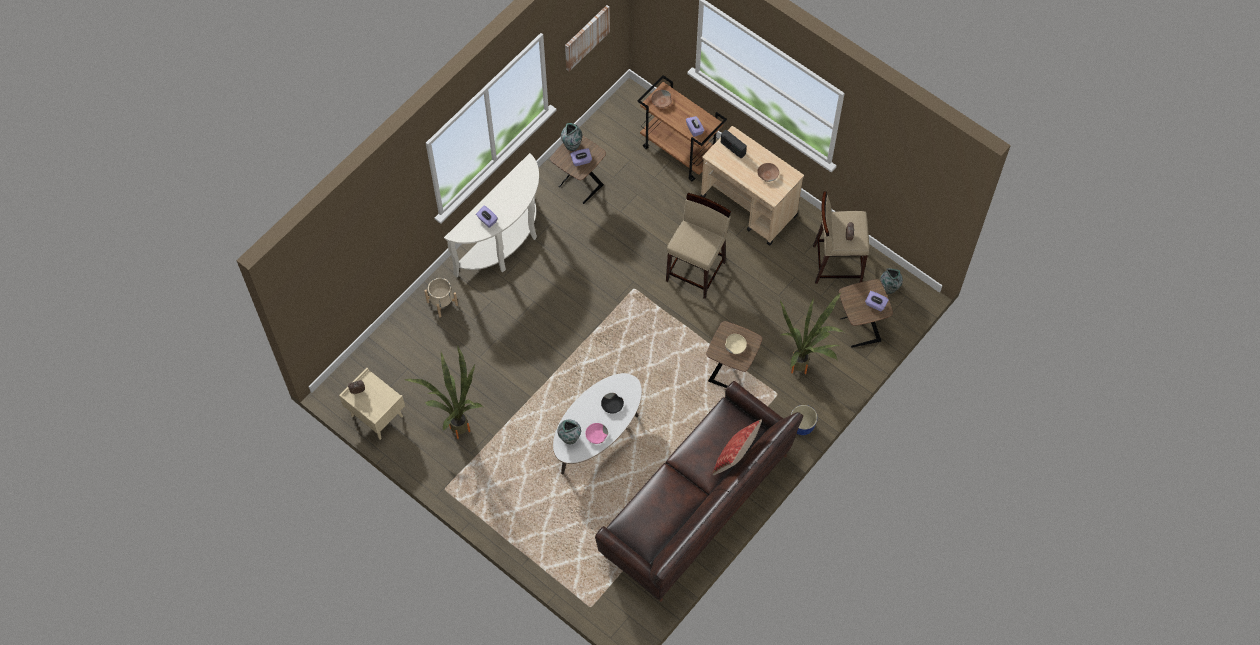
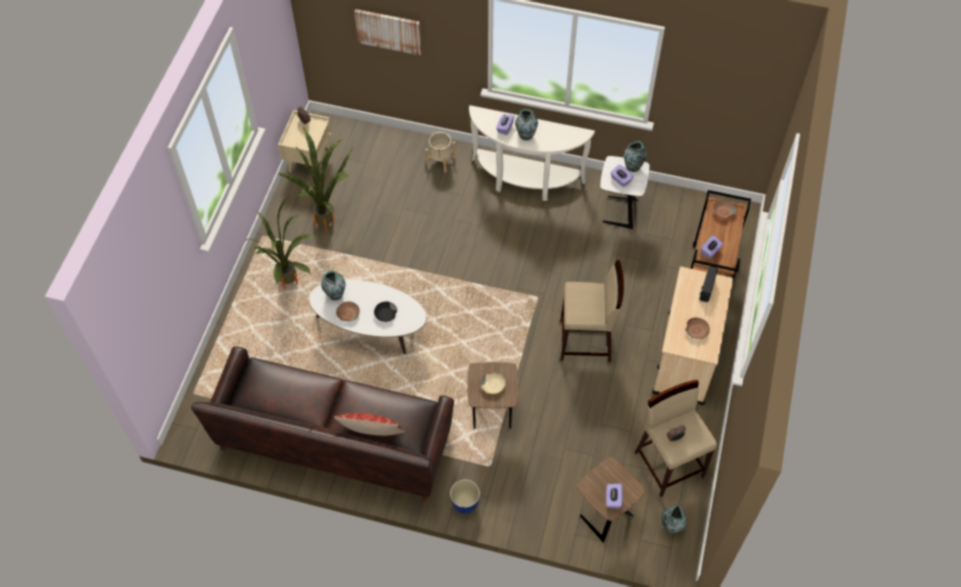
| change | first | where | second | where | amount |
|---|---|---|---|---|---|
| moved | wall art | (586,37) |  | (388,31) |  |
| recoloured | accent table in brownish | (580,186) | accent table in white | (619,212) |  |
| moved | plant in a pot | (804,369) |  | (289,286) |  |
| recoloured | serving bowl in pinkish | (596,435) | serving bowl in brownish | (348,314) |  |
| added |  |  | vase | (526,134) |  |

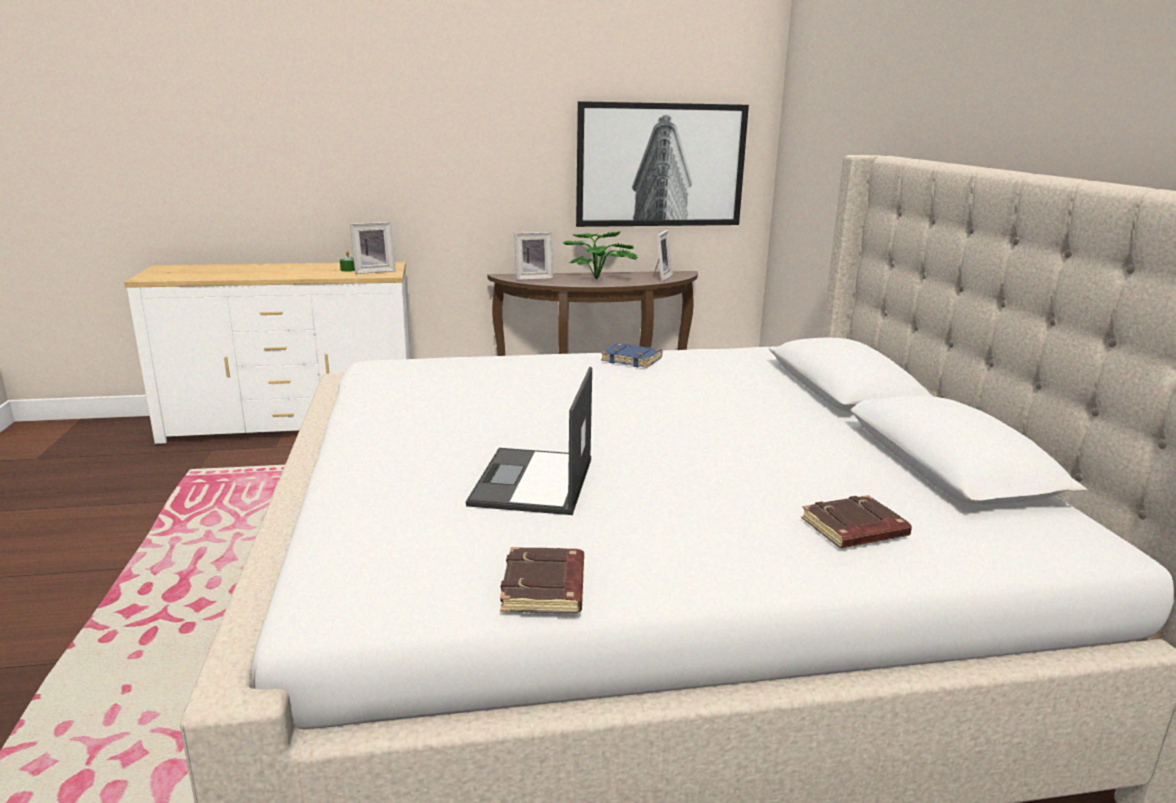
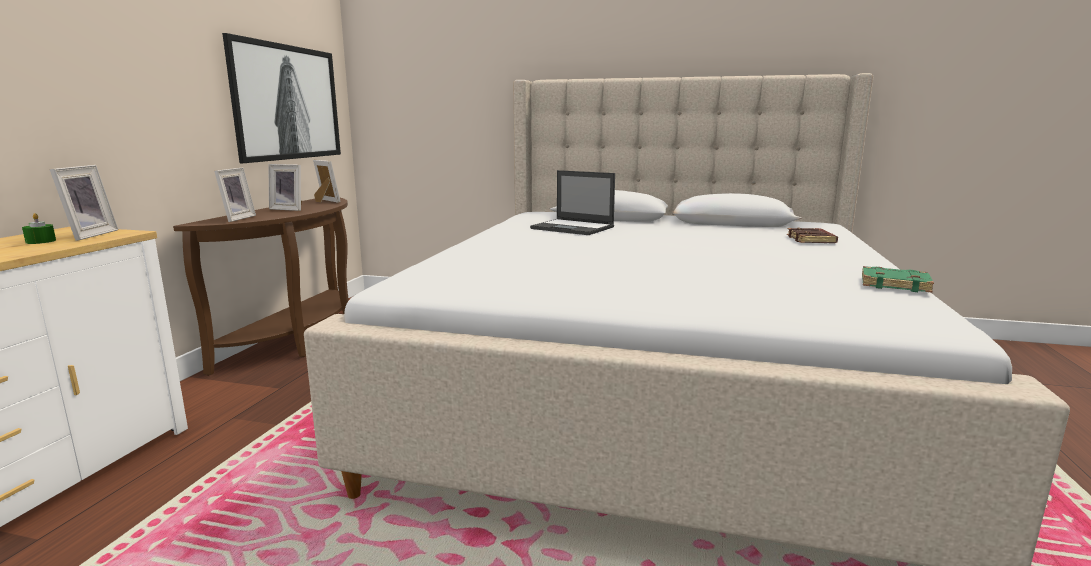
| change | first | where | second | where | amount |
|---|---|---|---|---|---|
| replaced | plant in a pot | (599,278) | standing frame | (289,209) |  |
| removed | book in blue | (632,360) |  |  |  |
| moved | notebook computer | (533,482) |  | (573,228) |  |
| recoloured | book in brownish | (545,588) | book in green | (895,284) |  |

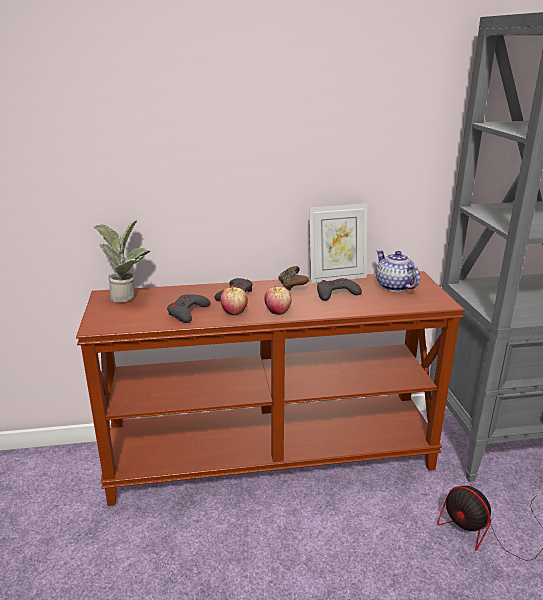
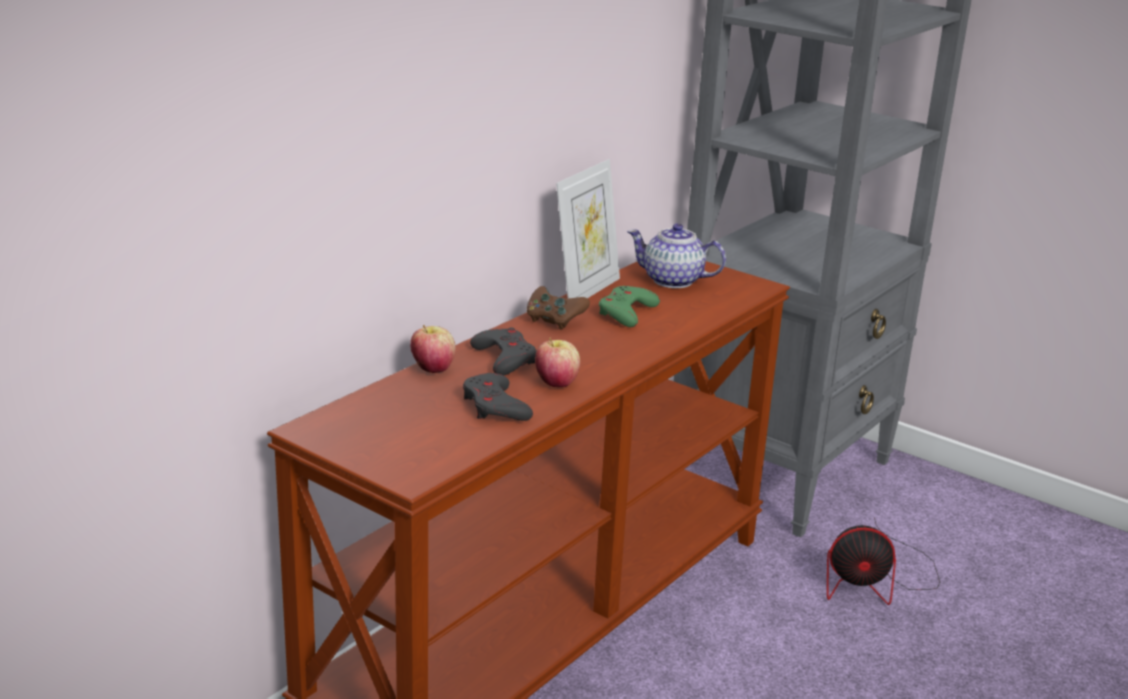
| change | first | where | second | where | amount |
|---|---|---|---|---|---|
| removed | plant in a pot | (128,296) |  |  |  |
| recoloured | gamepad in greyish | (336,293) | gamepad in green | (626,312) |  |
| moved | whole apple | (277,312) |  | (432,369) |  |

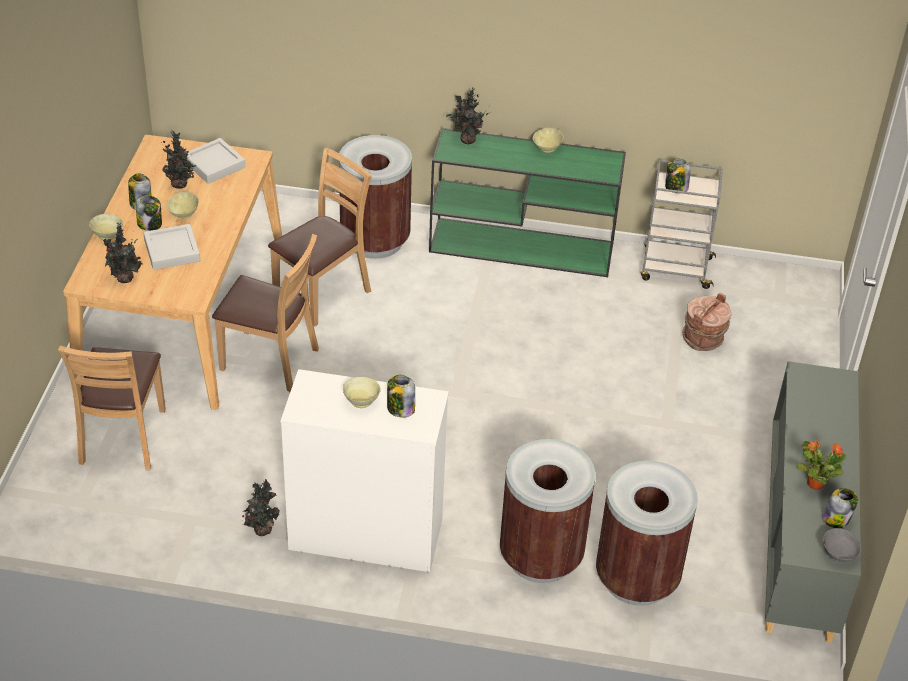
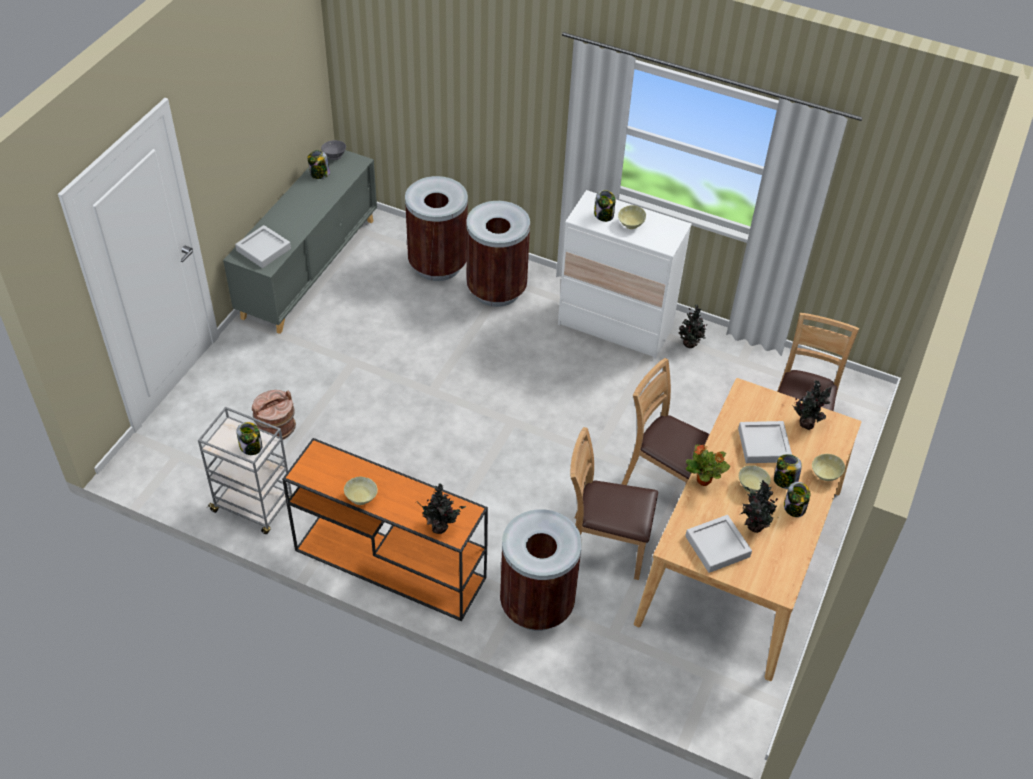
| change | first | where | second | where | amount |
|---|---|---|---|---|---|
| recoloured | console table in green | (523,247) | console table in orangey | (388,563) |  |
| turned | chair in brownish | (322,293) |  | (604,547) | 45 degrees clockwise |
| moved | plant in a pot | (814,483) |  | (704,480) |  |
| added |  |  | serving tray in greyish | (263,250) |  |

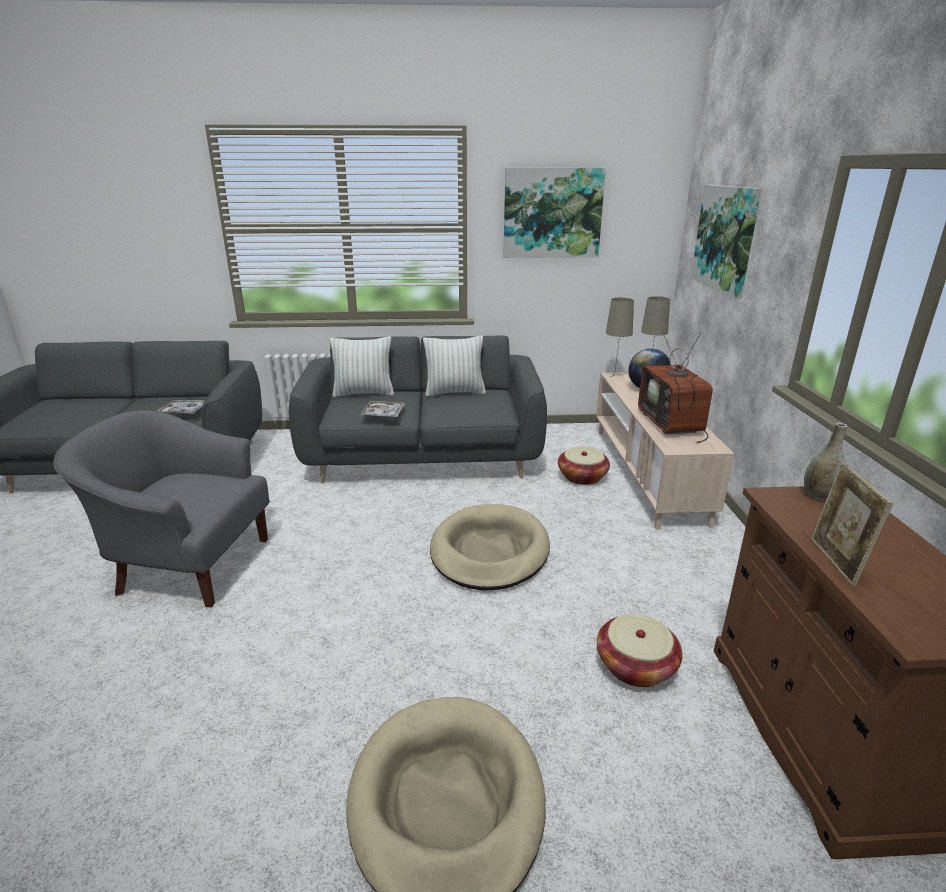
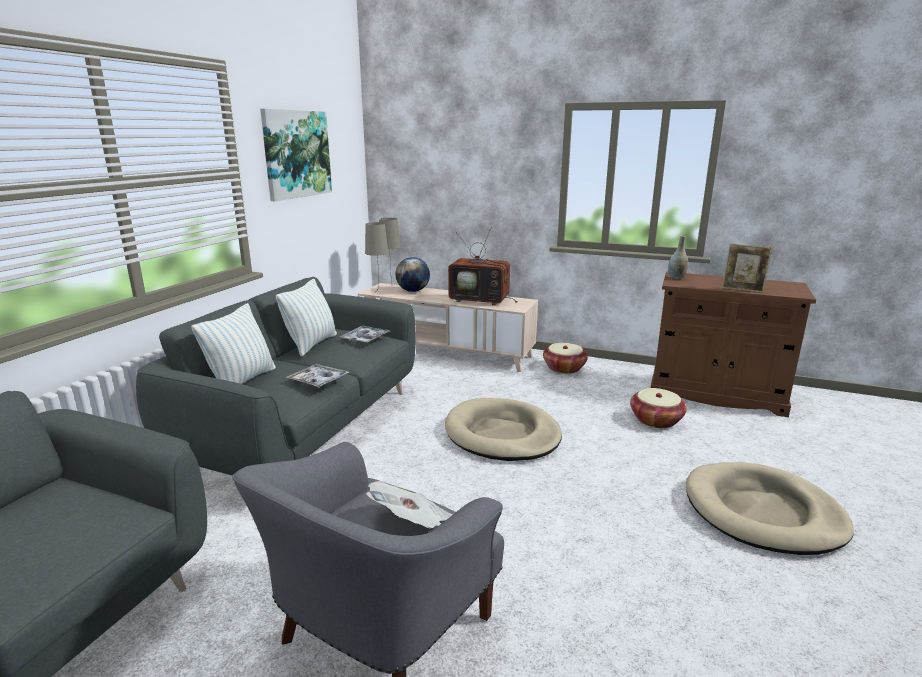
| change | first | where | second | where | amount |
|---|---|---|---|---|---|
| removed | wall art | (725,238) |  |  |  |
| moved | serving tray | (184,411) |  | (365,339) |  |
| moved | storage basket | (582,477) |  | (564,368) |  |
| added |  |  | printed paper | (412,524) |  |

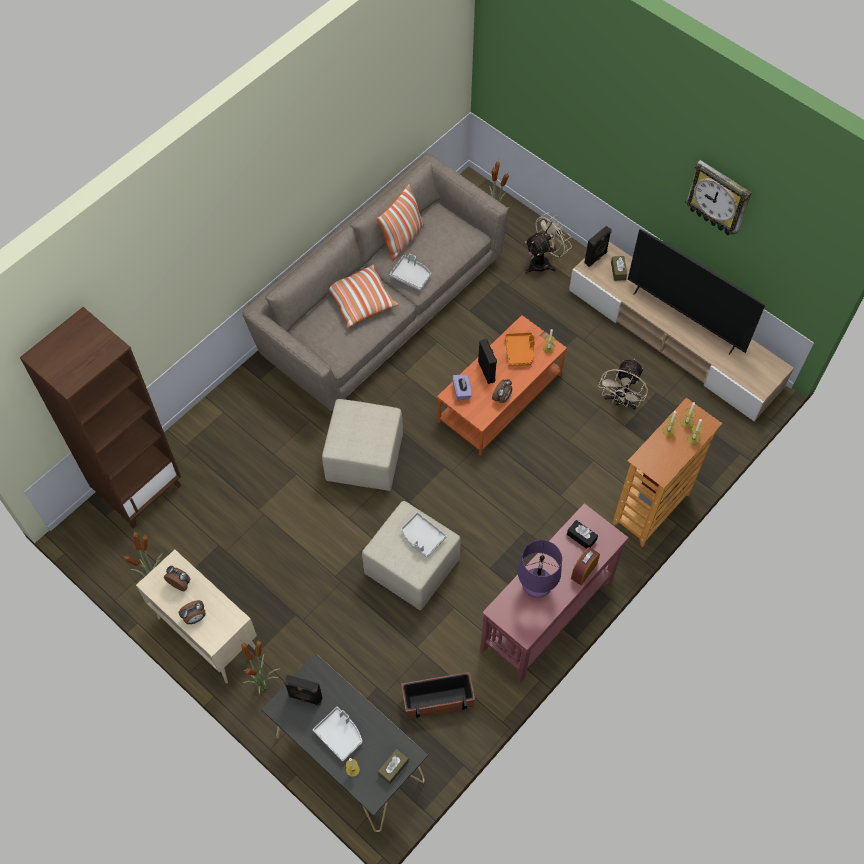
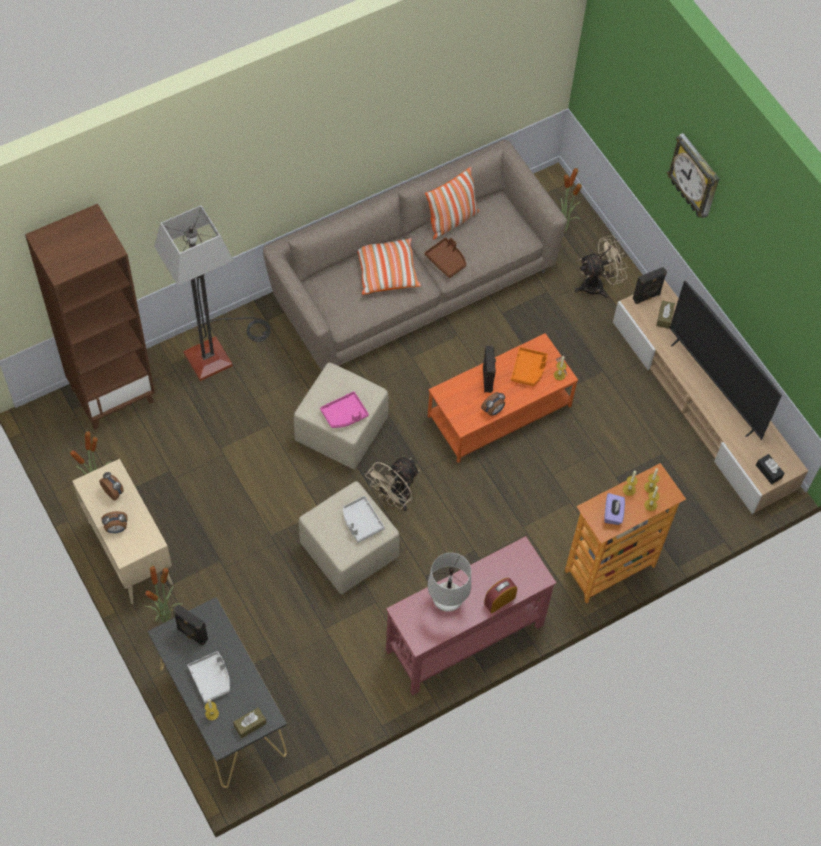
| change | first | where | second | where | amount |
|---|---|---|---|---|---|
| moved | wall clock | (718,198) |  | (695,177) |  |
| recoloured | serving tray in greyish | (411,276) | serving tray in brownish | (446,260) |  |
| moved | cooling fan in beige | (620,401) |  | (394,498) |  |
| moved | tissue holder in purple-coloured | (462,391) |  | (613,514) |  |
| moved | tissue holder in black-coloured | (581,537) |  | (768,471) |  |
| recoloured | tabletop lamp in purple-coloured | (536,587) | tabletop lamp in white | (447,601) |  |
| removed | plant pot | (438,700) |  |  |  |
| added |  |  | standing lamp | (218,351) |  |
| added |  |  | serving tray in pinkish | (344,414) |  |

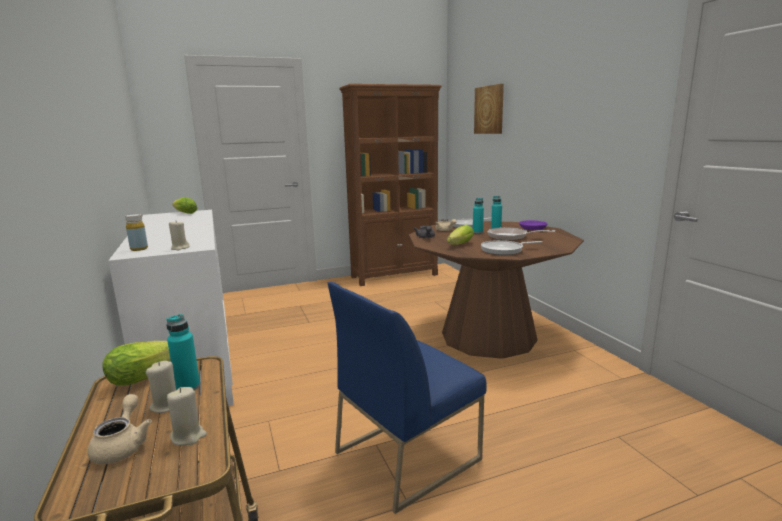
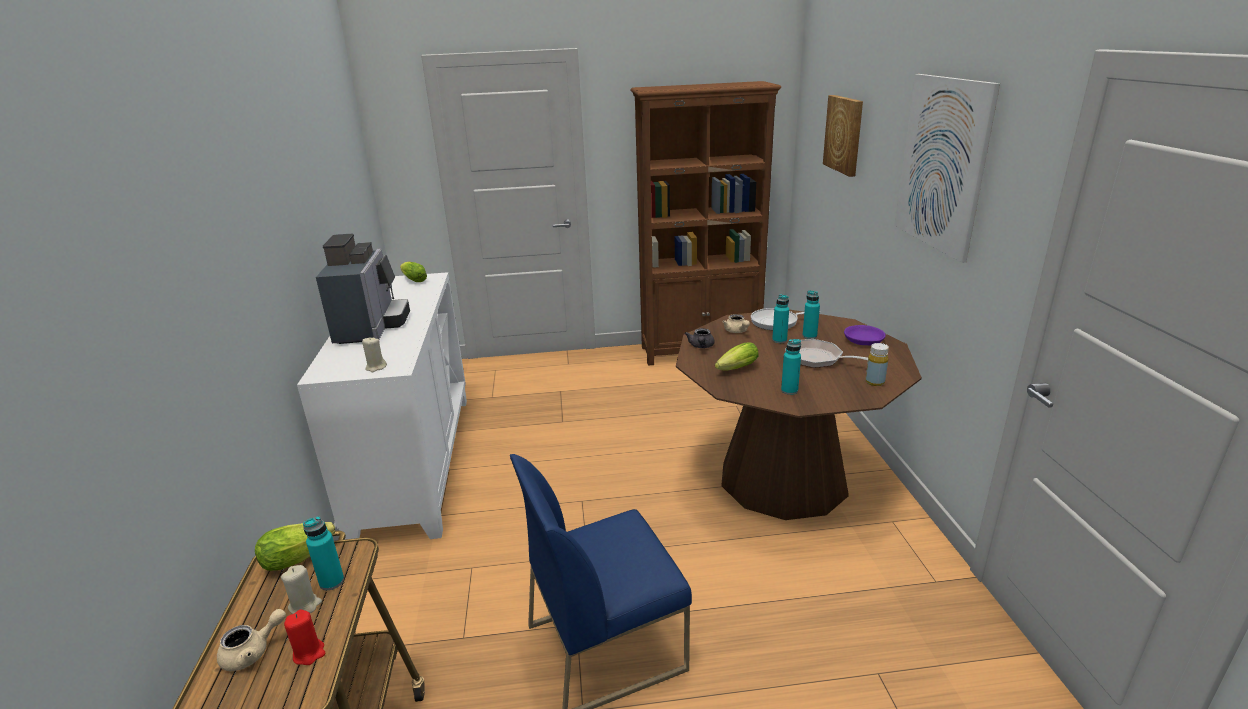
| change | first | where | second | where | amount |
|---|---|---|---|---|---|
| moved | beverage bottle in yellow-coloured | (139,249) |  | (874,382) |  |
| replaced | frying pan | (504,250) | beverage bottle in turquoise | (789,390) |  |
| recoloured | wax light in beige | (188,436) | wax light in red-coloured | (309,653) |  |
| turned | pot for tea in beige | (123,445) |  | (252,652) | 45 degrees clockwise |
| added |  |  | wall art | (942,164) |  |
| added |  |  | coffee brewer | (371,327) |  |

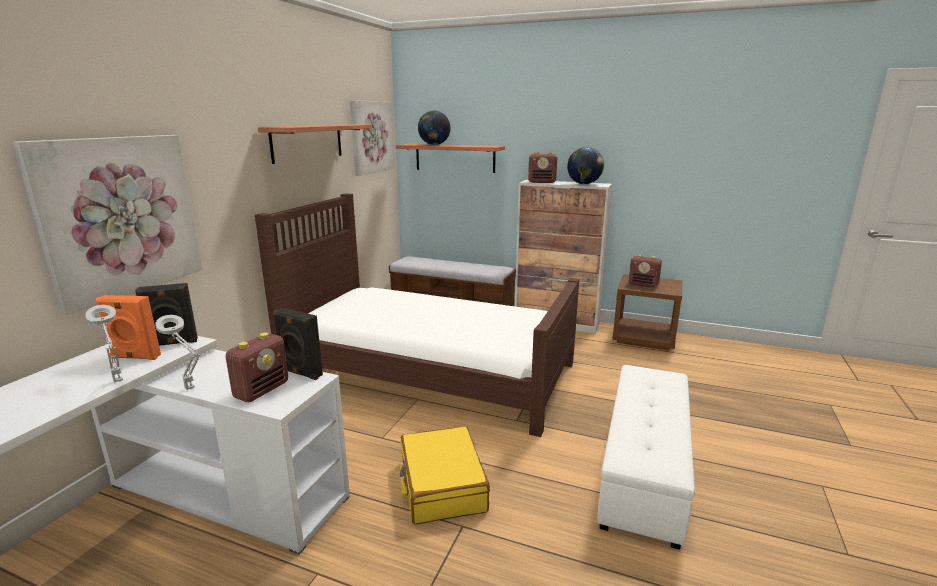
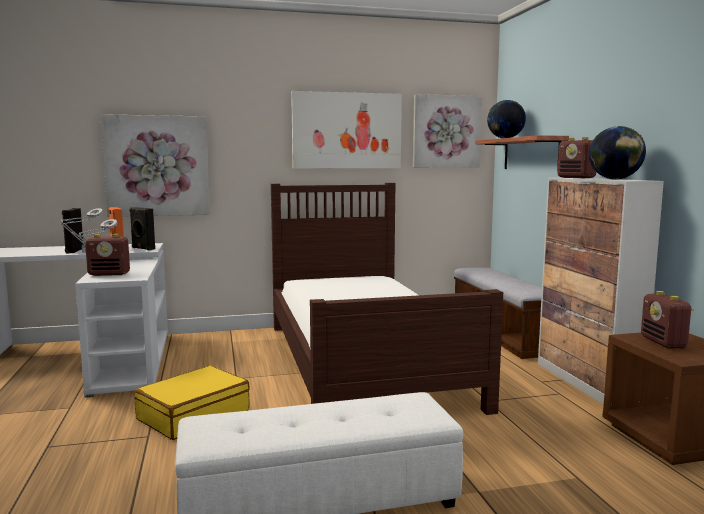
| change | first | where | second | where | amount |
|---|---|---|---|---|---|
| replaced | bracket shelf | (307,142) | wall art | (347,131) |  |
| moved | speaker in black-coloured | (300,373) |  | (73,251) |  |

